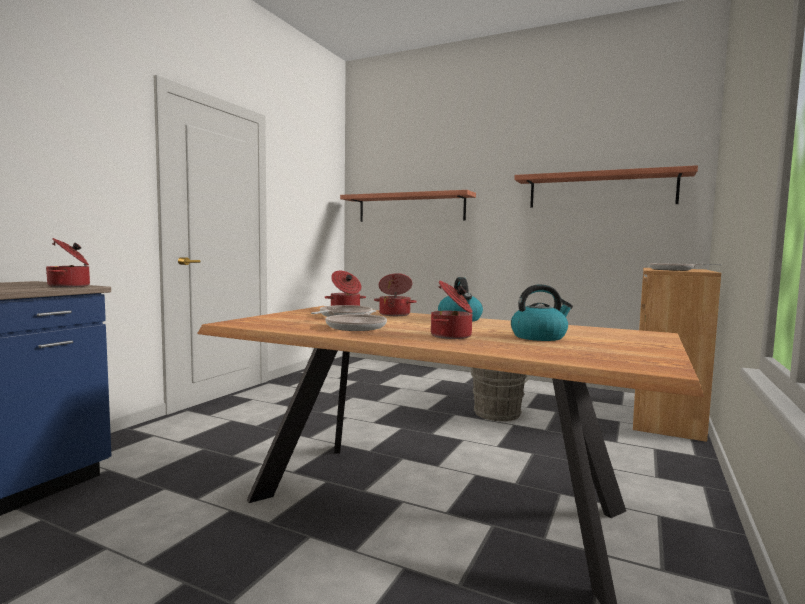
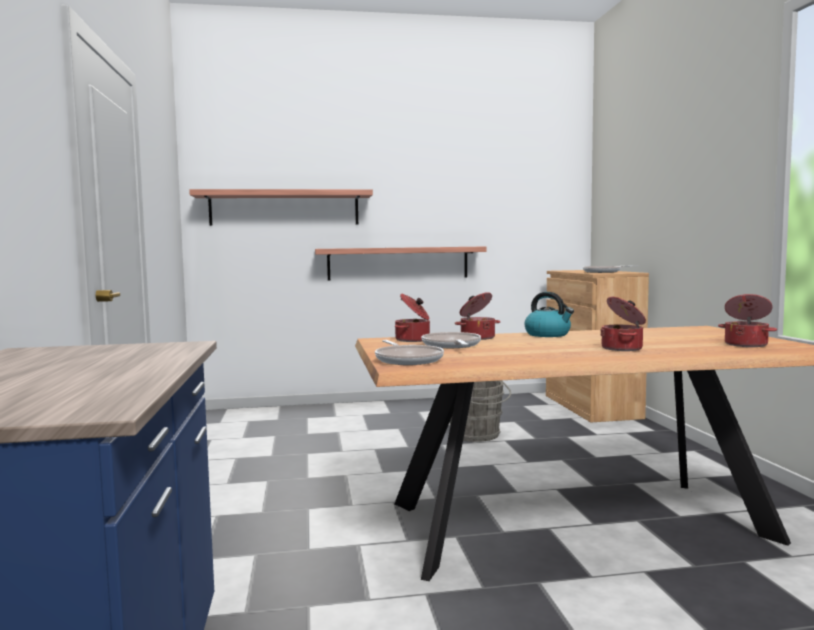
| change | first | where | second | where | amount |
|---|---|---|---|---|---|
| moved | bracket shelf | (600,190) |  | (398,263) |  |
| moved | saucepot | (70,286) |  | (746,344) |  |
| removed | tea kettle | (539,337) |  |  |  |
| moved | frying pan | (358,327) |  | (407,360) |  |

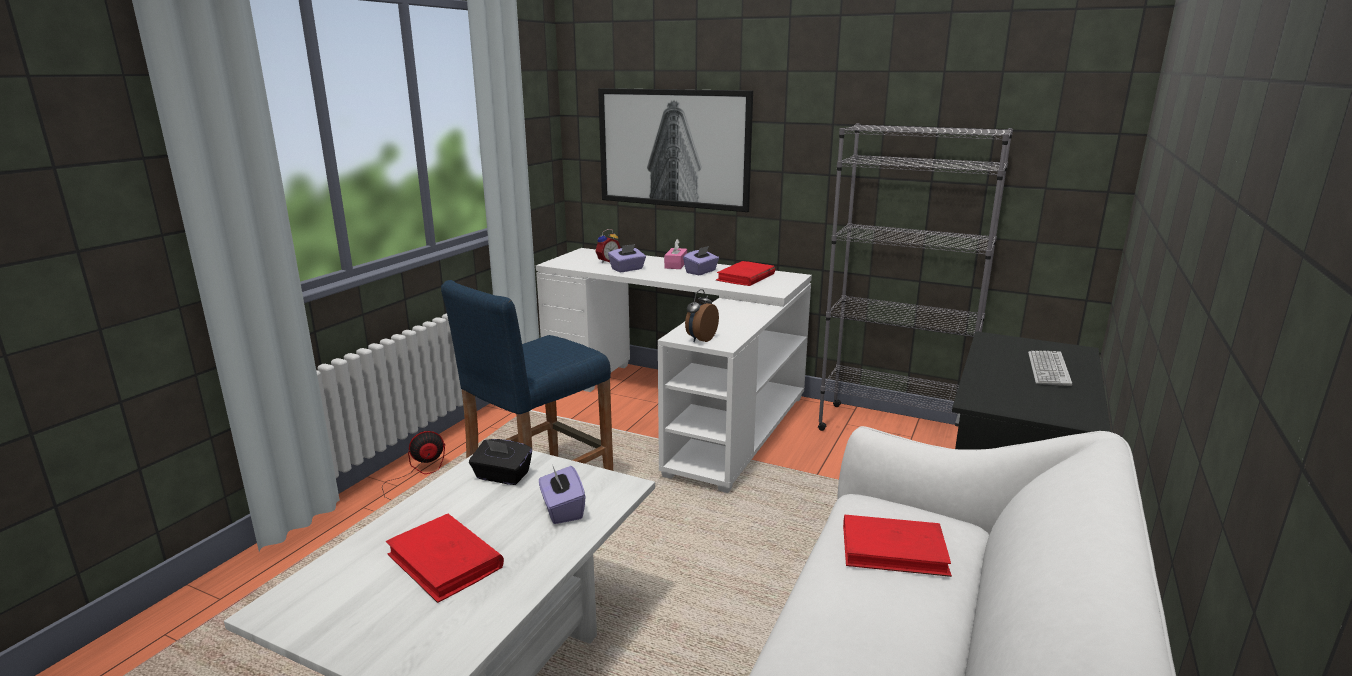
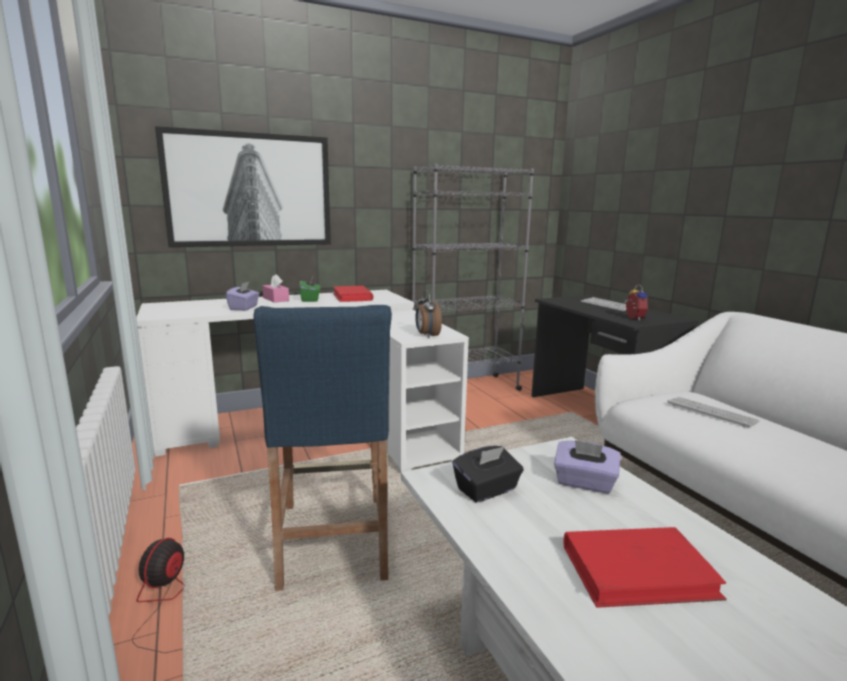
| change | first | where | second | where | amount |
|---|---|---|---|---|---|
| moved | bedside clock | (607,261) |  | (633,318) |  |
| recoloured | tissue holder in purple-coloured | (701,272) | tissue holder in green | (310,299) |  |
| replaced | book in red-coloured | (894,550) | keyboard | (711,412) |  |

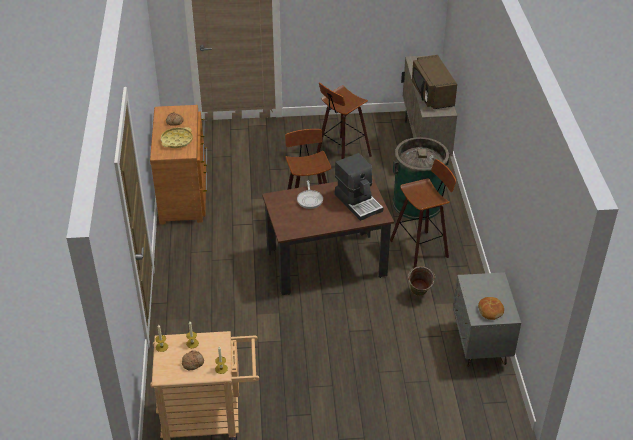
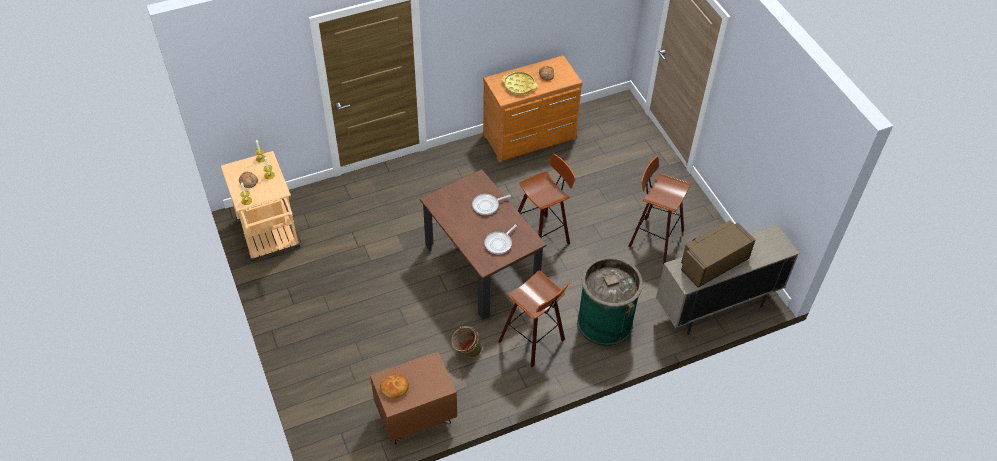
| change | first | where | second | where | amount |
|---|---|---|---|---|---|
| replaced | coffee brewer | (358,202) | frying pan | (499,243) |  |
| recoloured | nightstand in greyish | (480,344) | nightstand in brownish | (416,418) |  |

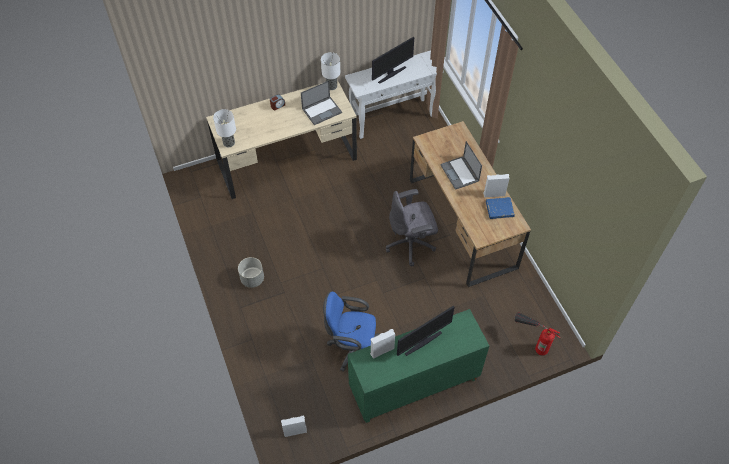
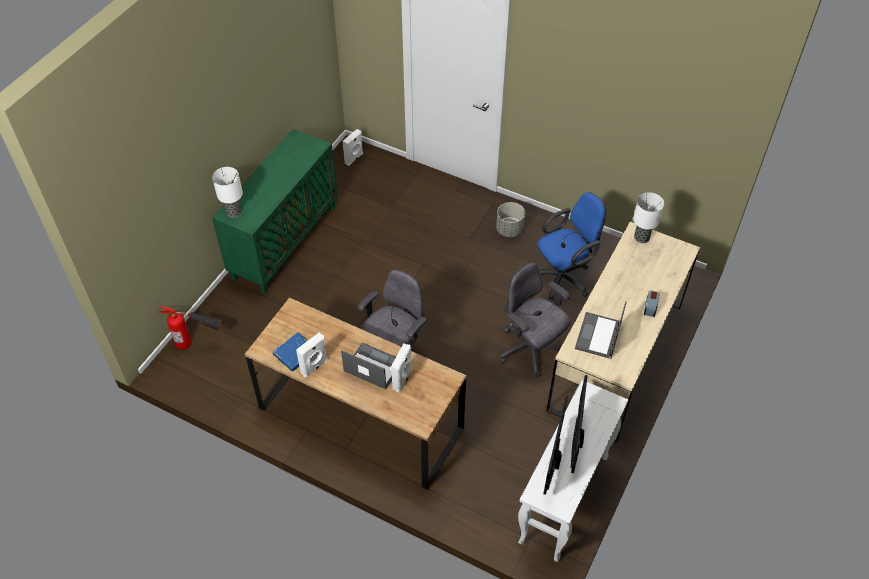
| change | first | where | second | where | amount |
|---|---|---|---|---|---|
| moved | tabletop lamp | (331,86) |  | (233,212) |  |
| moved | desk chair in blue | (352,347) |  | (563,278) |  |
| moved | monitor | (422,342) |  | (554,464) |  |
| moved | speaker in white | (381,350) |  | (403,379) |  |
| added |  |  | desk chair in greyish | (530,350) |  |

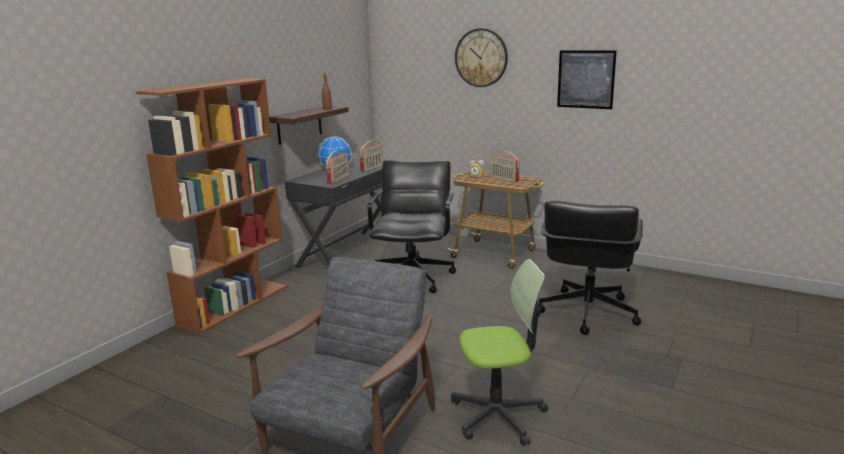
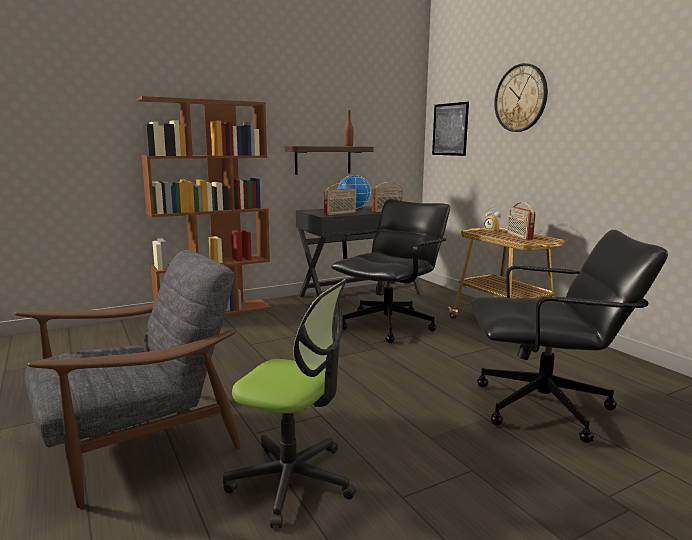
| change | first | where | second | where | amount |
|---|---|---|---|---|---|
| moved | wall art | (586,79) |  | (450,129) |  |
| turned | desk chair in black-coloured | (586,313) |  | (545,408) | 135 degrees counterclockwise |

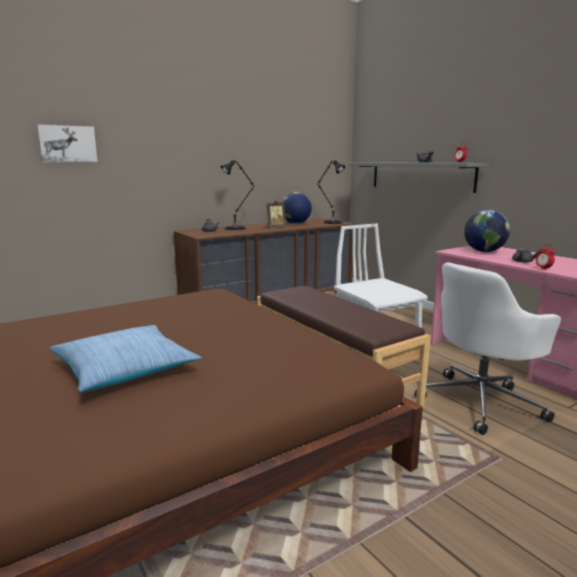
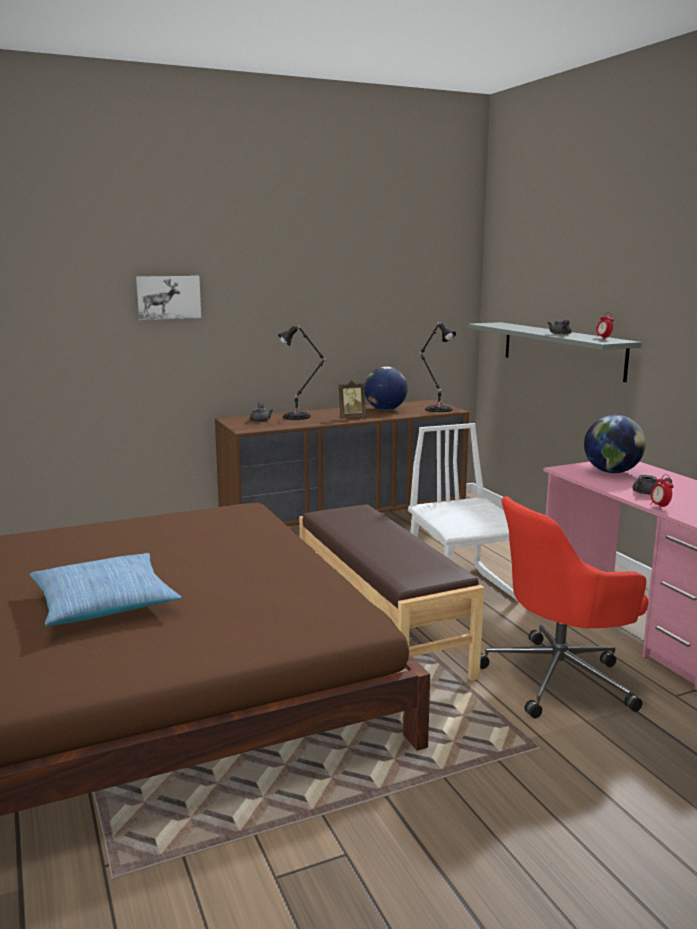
| change | first | where | second | where | amount |
|---|---|---|---|---|---|
| moved | wall art | (67,144) |  | (168,297) |  |
| recoloured | desk chair in white | (481,402) | desk chair in red-coloured | (560,678) |  |

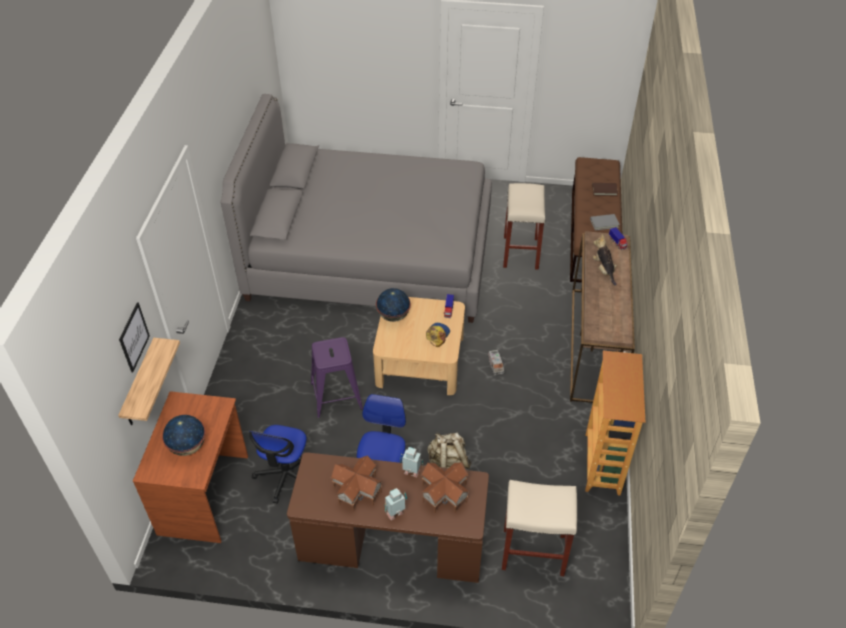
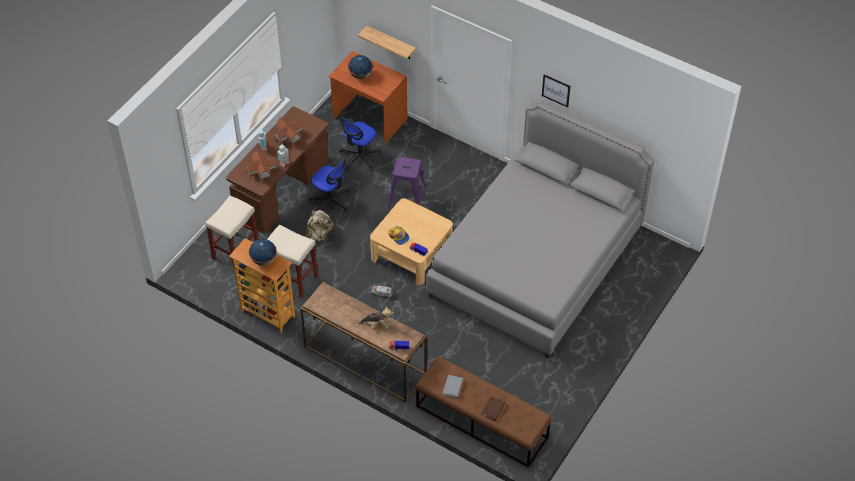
| change | first | where | second | where | amount |
|---|---|---|---|---|---|
| moved | stool in beige | (520,252) |  | (293,279) |  |
| moved | desk globe | (393,316) |  | (264,260) |  |
| moved | wall art | (134,337) |  | (556,90) |  |
| turned | desk chair | (286,476) |  | (359,157) | 90 degrees counterclockwise |

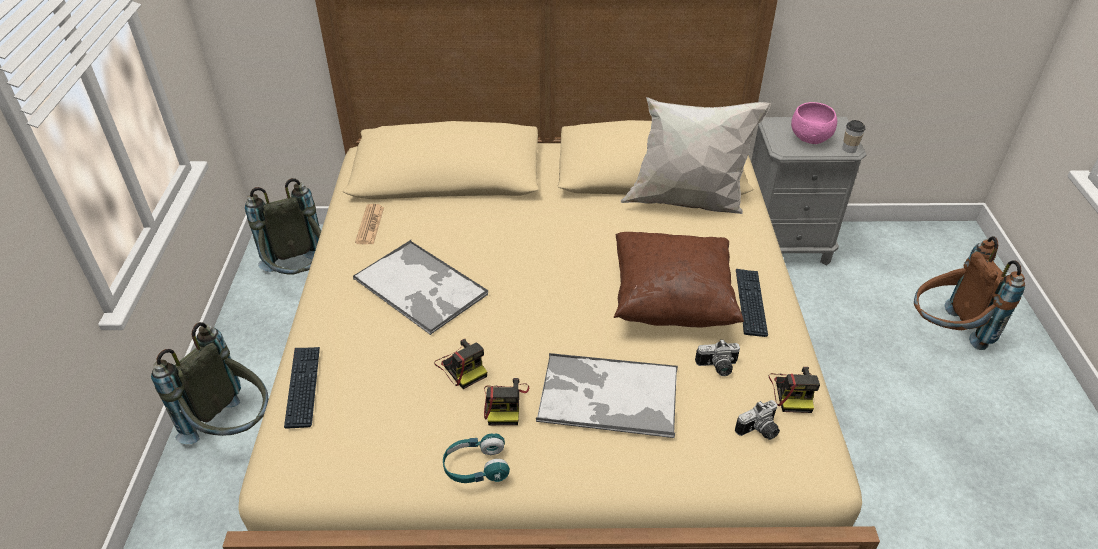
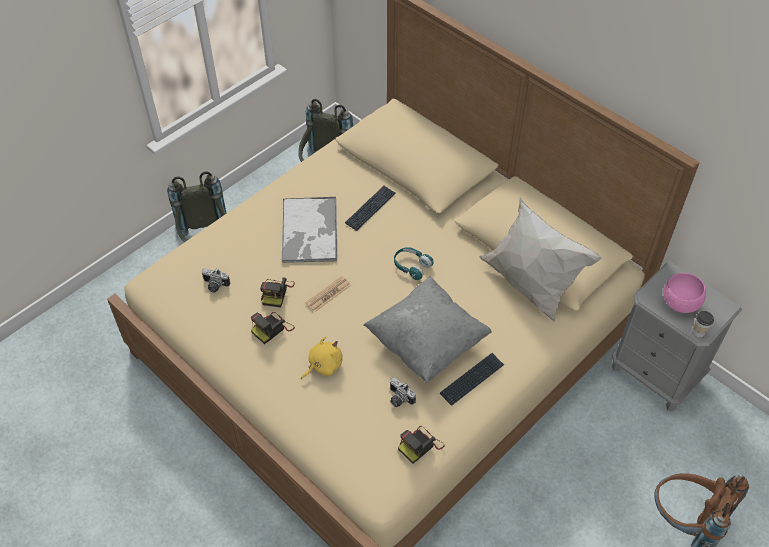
| change | first | where | second | where | amount |
|---|---|---|---|---|---|
| moved | printed paper | (370,225) |  | (328,294) |  |
| recoloured | pillow in brownish | (671,302) | pillow in greyish | (427,343) |  |
| moved | keyboard | (303,387) |  | (370,208) |  |
| replaced | serving tray | (607,396) | plush toy in yellow-coloured | (323,365) |  |
| moved | still camera | (759,431) |  | (214,286) |  |
| moved | headset in turquoise | (476,467) |  | (411,266) |  |

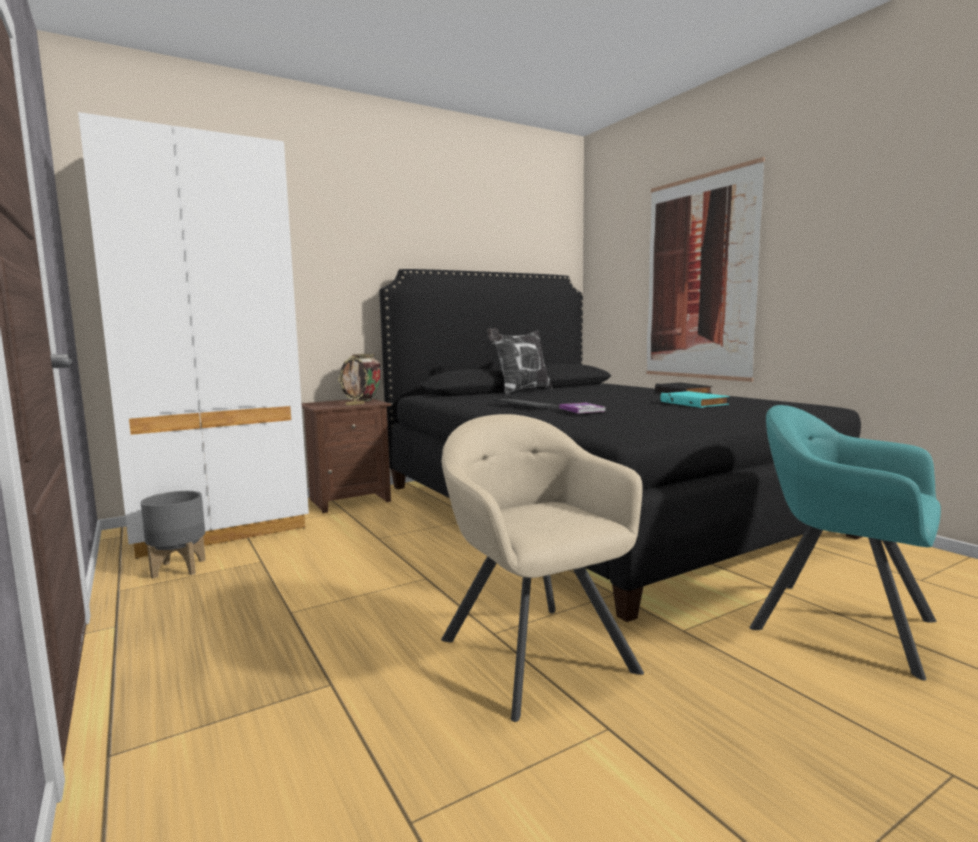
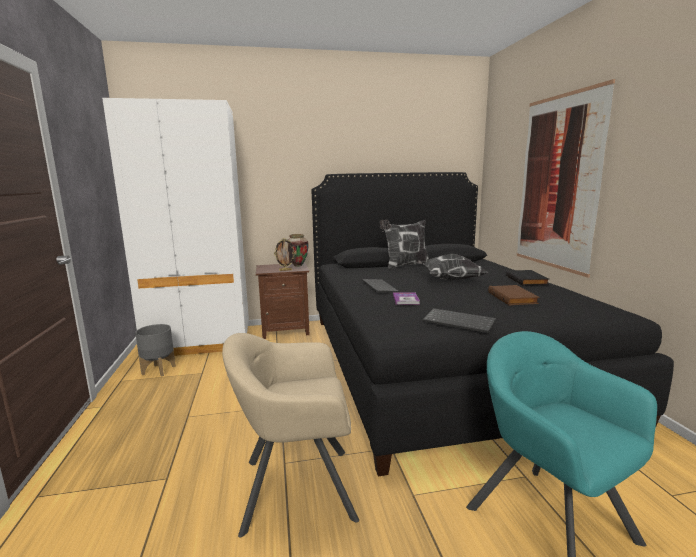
| change | first | where | second | where | amount |
|---|---|---|---|---|---|
| recoloured | book in turquoise | (695,403) | book in brownish | (513,298) |  |
| turned | lounge chair in beige | (536,653) |  | (297,488) | 90 degrees counterclockwise |
| added |  |  | pillow | (449,280) |  |
| added |  |  | keyboard | (460,321) |  |

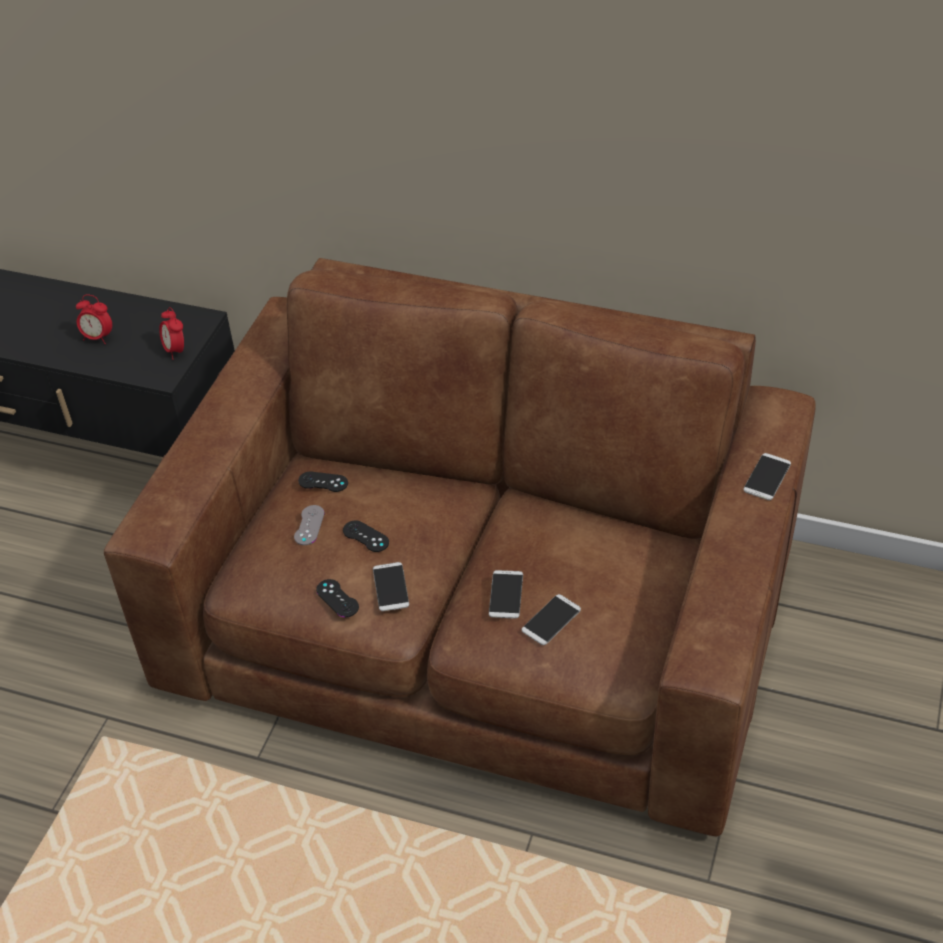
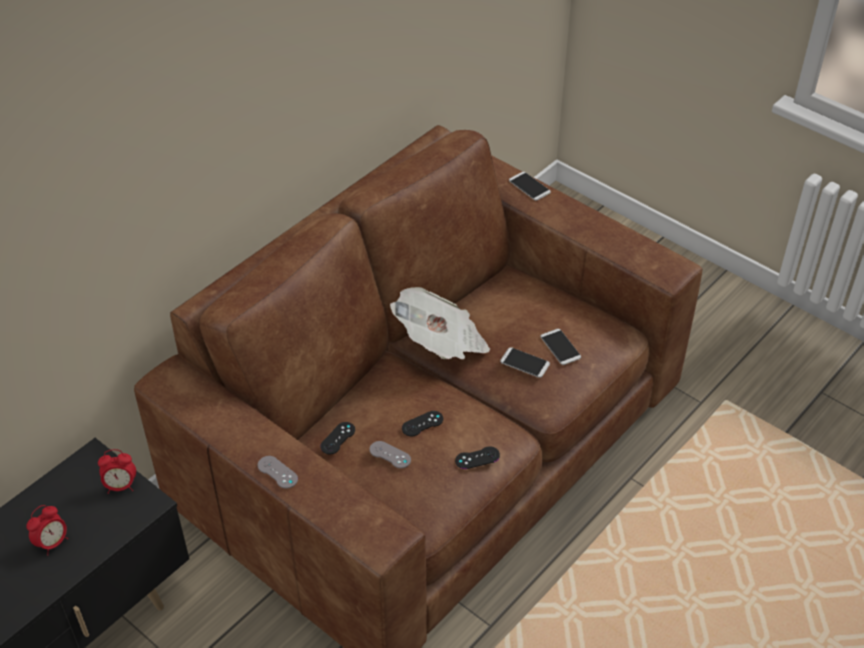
| change | first | where | second | where | amount |
|---|---|---|---|---|---|
| removed | phone | (390,587) |  |  |  |
| added |  |  | printed paper | (441,343) |  |
| added |  |  | gamepad in greyish | (277,472) |  |

